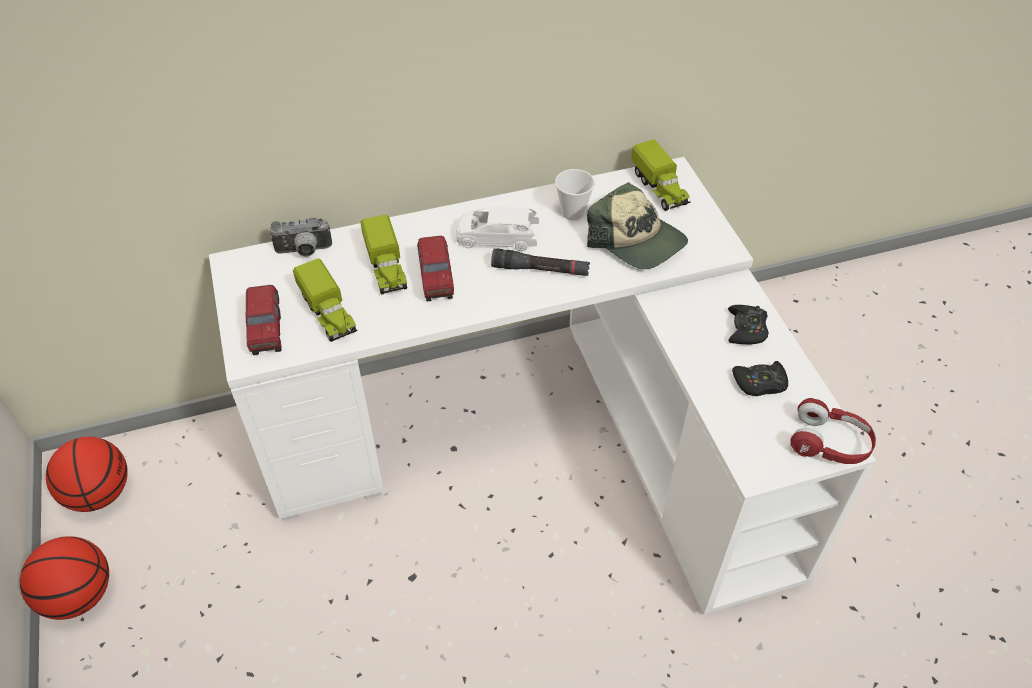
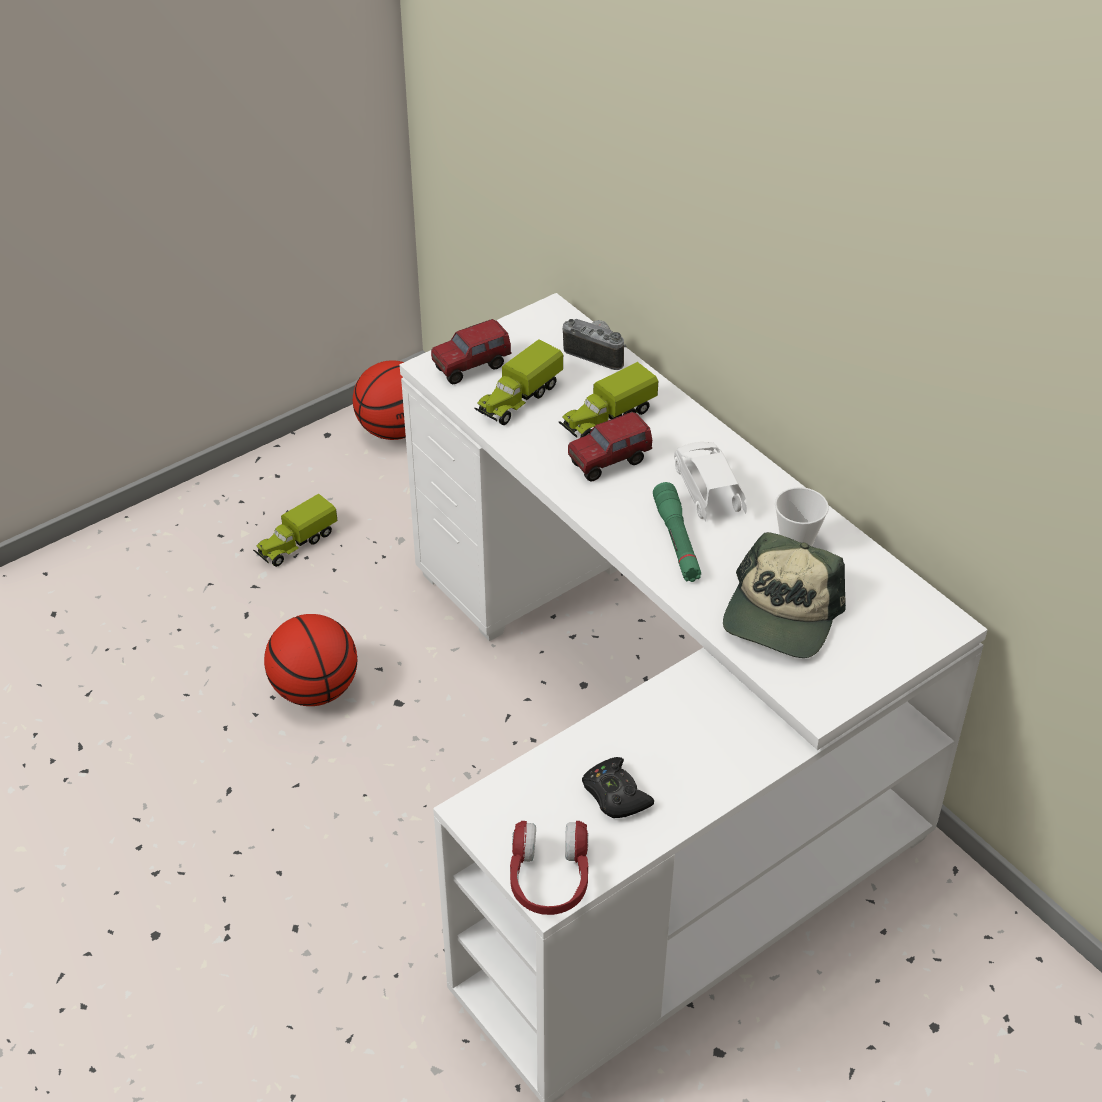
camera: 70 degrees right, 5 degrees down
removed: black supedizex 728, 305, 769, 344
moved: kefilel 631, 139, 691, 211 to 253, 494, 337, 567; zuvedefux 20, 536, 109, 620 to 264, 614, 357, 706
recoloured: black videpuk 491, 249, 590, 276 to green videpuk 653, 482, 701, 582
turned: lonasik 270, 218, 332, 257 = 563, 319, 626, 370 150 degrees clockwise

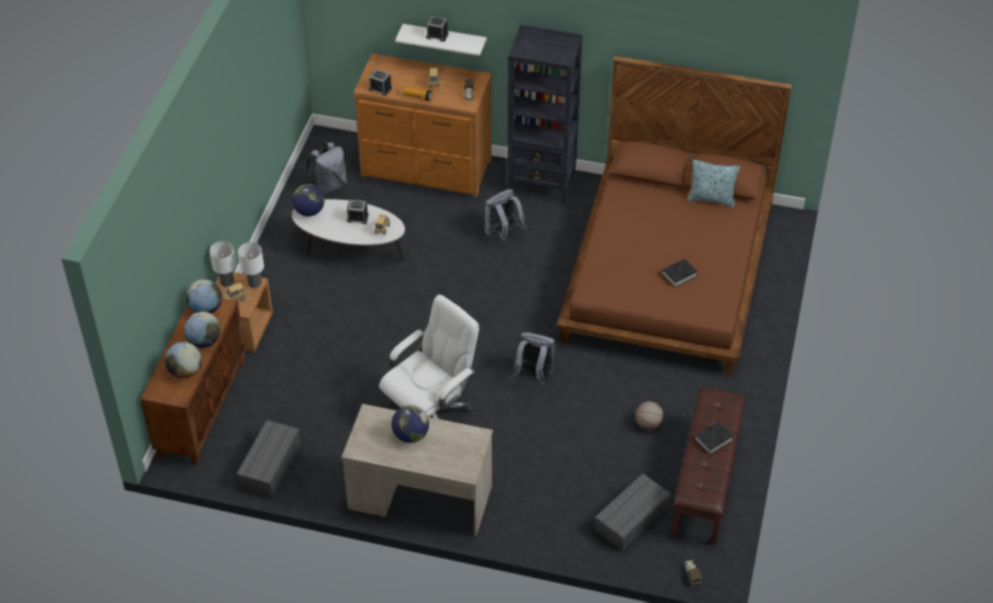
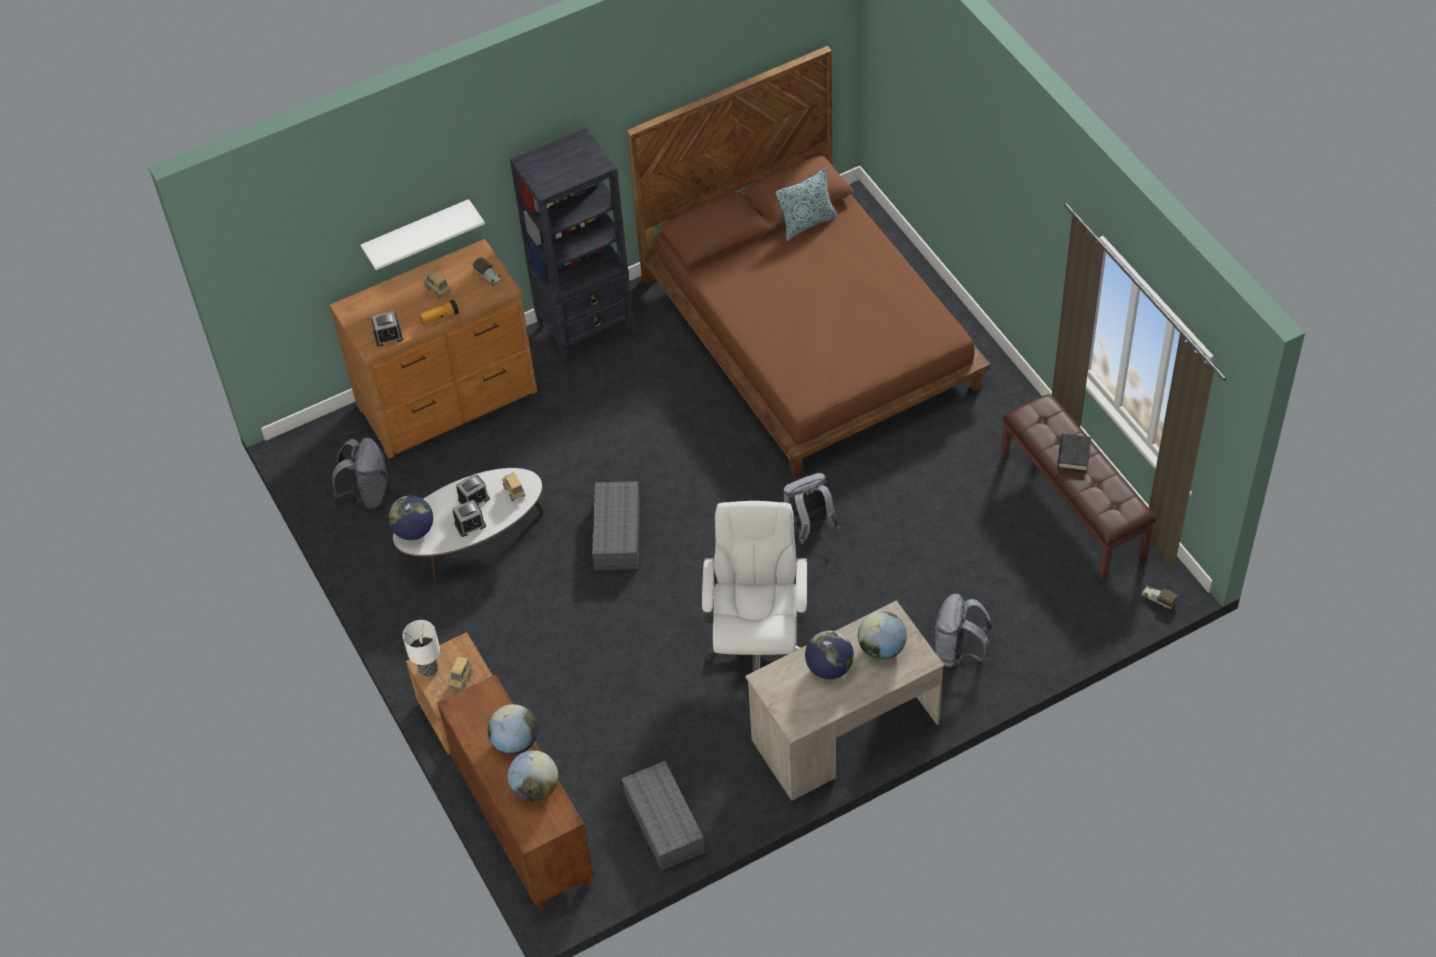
camera: 40 degrees left, 5 degrees up
removed: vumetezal 238, 242, 264, 288; zuvedefux 635, 401, 663, 430; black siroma 661, 259, 698, 287
moved: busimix 426, 16, 448, 42 to 453, 499, 486, 537; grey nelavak 595, 473, 671, 551 to 592, 481, 640, 570; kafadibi 186, 280, 222, 314 to 858, 611, 907, 660; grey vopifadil 485, 189, 527, 241 to 935, 593, 992, 668

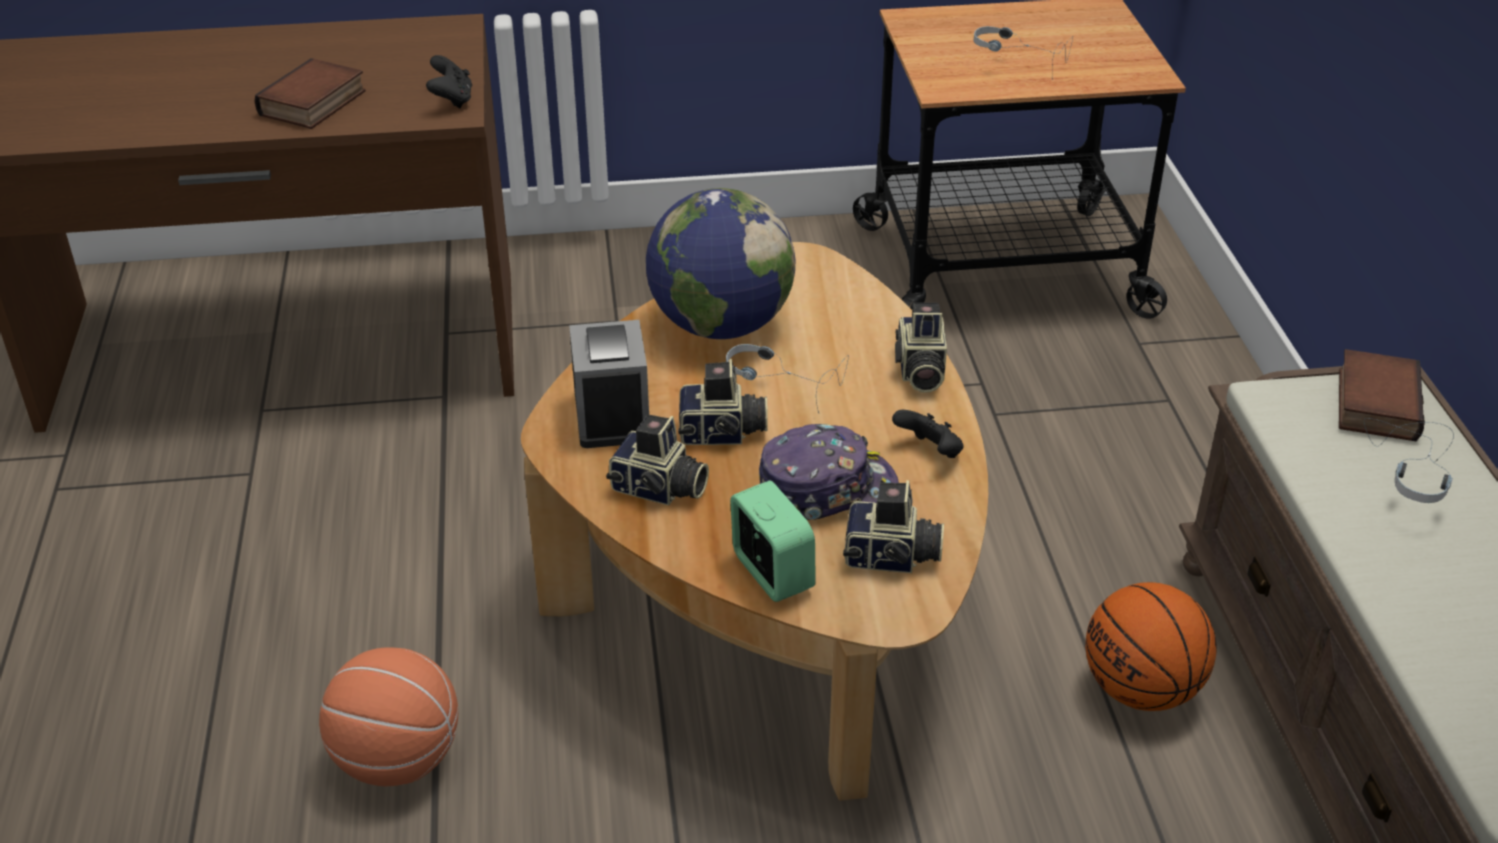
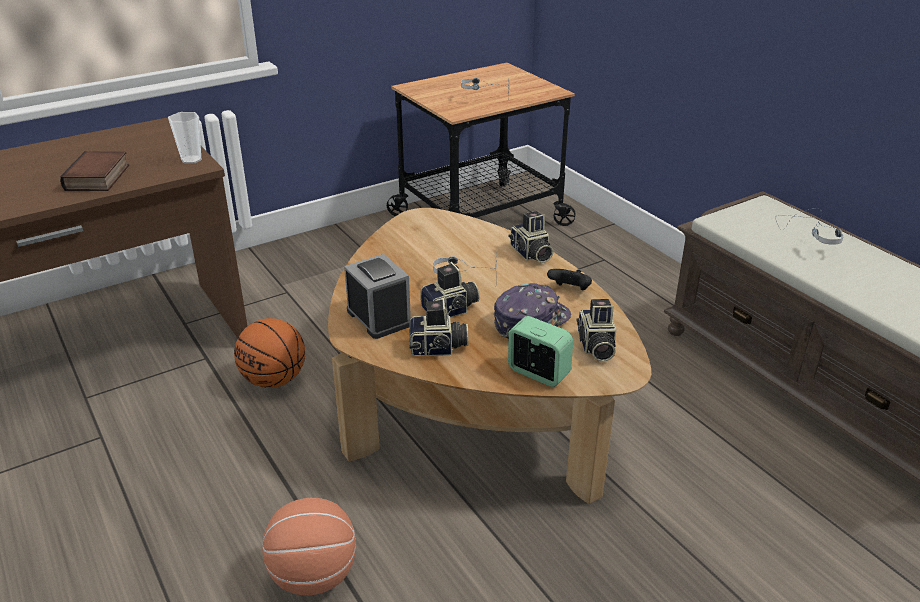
camera: 25 degrees left, 5 degrees down
removed: kafadibi 646, 188, 795, 339; siroma 1339, 349, 1425, 441
moved: zuvedefux 1085, 582, 1216, 711 to 234, 318, 305, 388
replaced: black supedizex 426, 55, 472, 108 to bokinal 168, 112, 201, 164
turned: lonasik 843, 480, 944, 573 = 577, 299, 616, 362 105 degrees clockwise

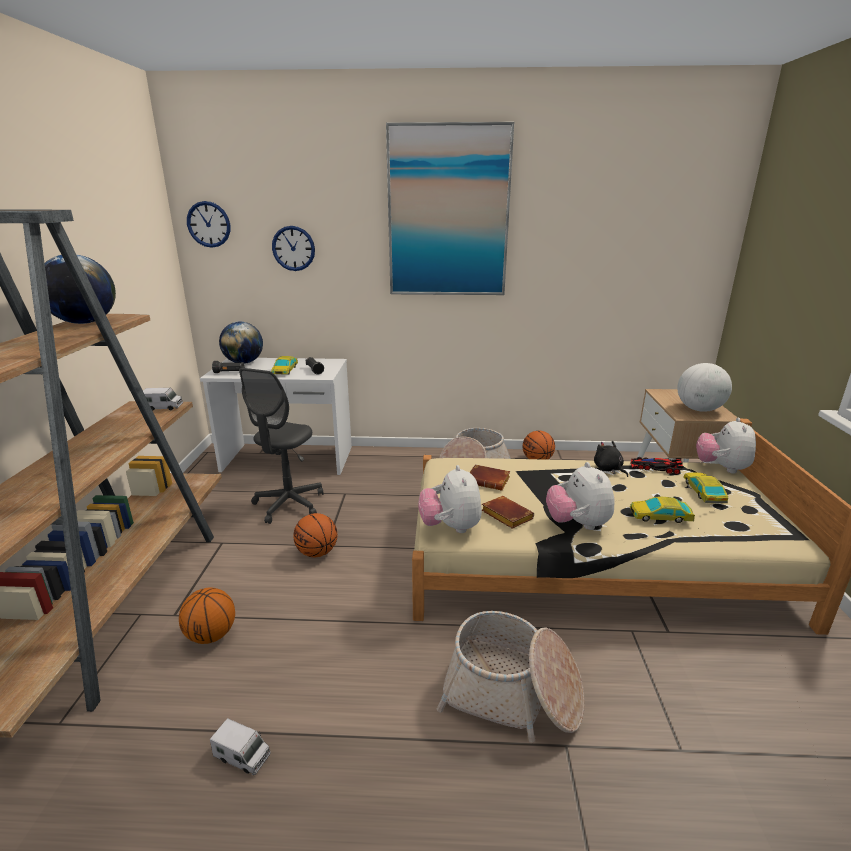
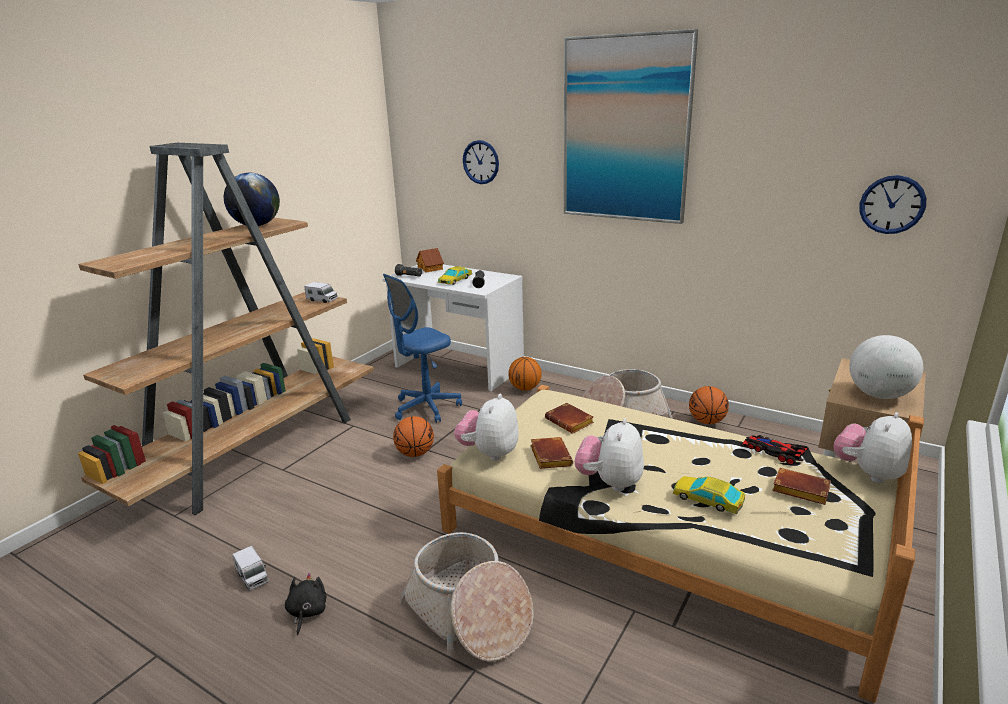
camera: 30 degrees right, 0 degrees up
moved: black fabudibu 594, 441, 628, 477 to 285, 573, 326, 635; zuvedefux 179, 587, 235, 644 to 508, 357, 542, 391; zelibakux 187, 201, 230, 248 to 859, 175, 926, 234
replaced: kafadibi 219, 322, 263, 364 to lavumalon 416, 248, 444, 273; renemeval 683, 472, 728, 503 to brown siroma 772, 468, 831, 505
recoloured: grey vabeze 239, 368, 323, 524 to blue vabeze 383, 274, 462, 423

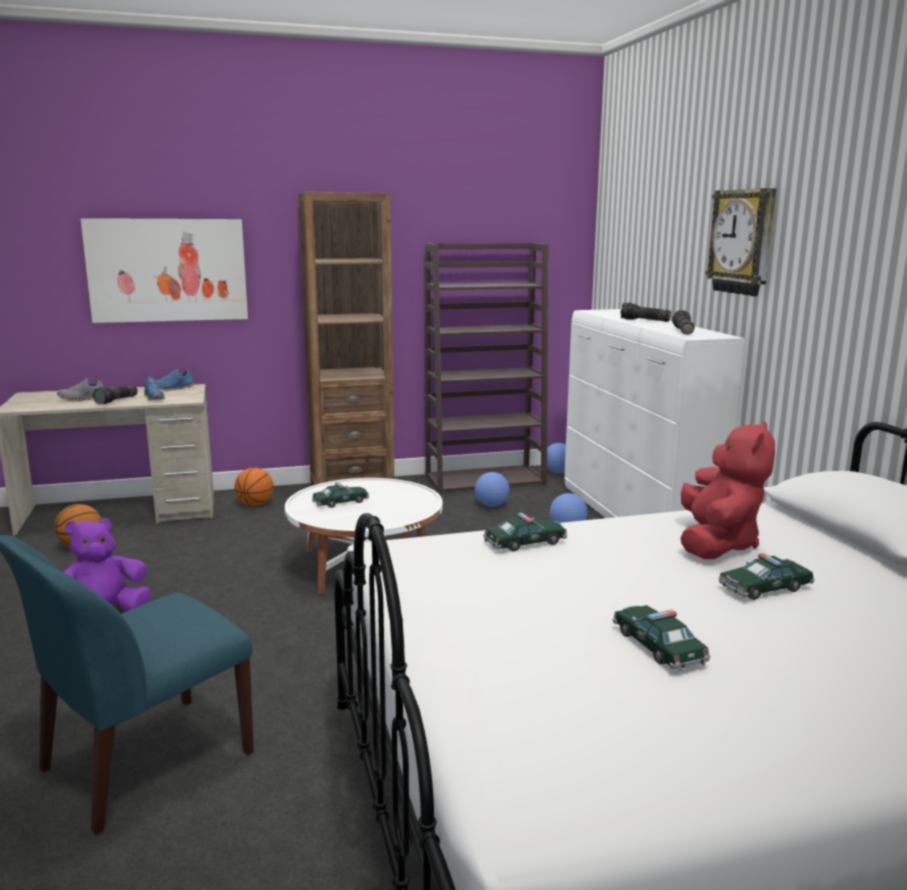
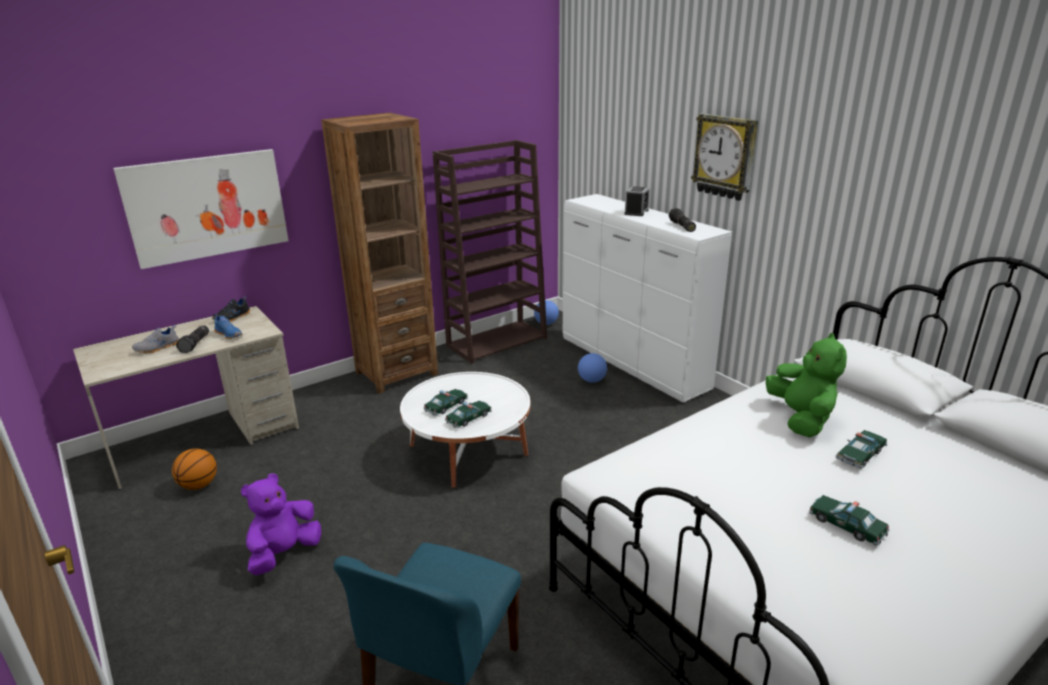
camera: 20 degrees left, 10 degrees up
removed: zuvedefux 234, 468, 274, 506; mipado 475, 472, 510, 507
moved: renemeval 483, 513, 567, 552 to 445, 400, 492, 428
replaced: videpuk 620, 303, 671, 322 to busimix 625, 186, 650, 216
recoloured: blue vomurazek 155, 369, 194, 391 to black vomurazek 212, 296, 250, 322; red fabudibu 680, 421, 775, 559 to green fabudibu 766, 333, 847, 438

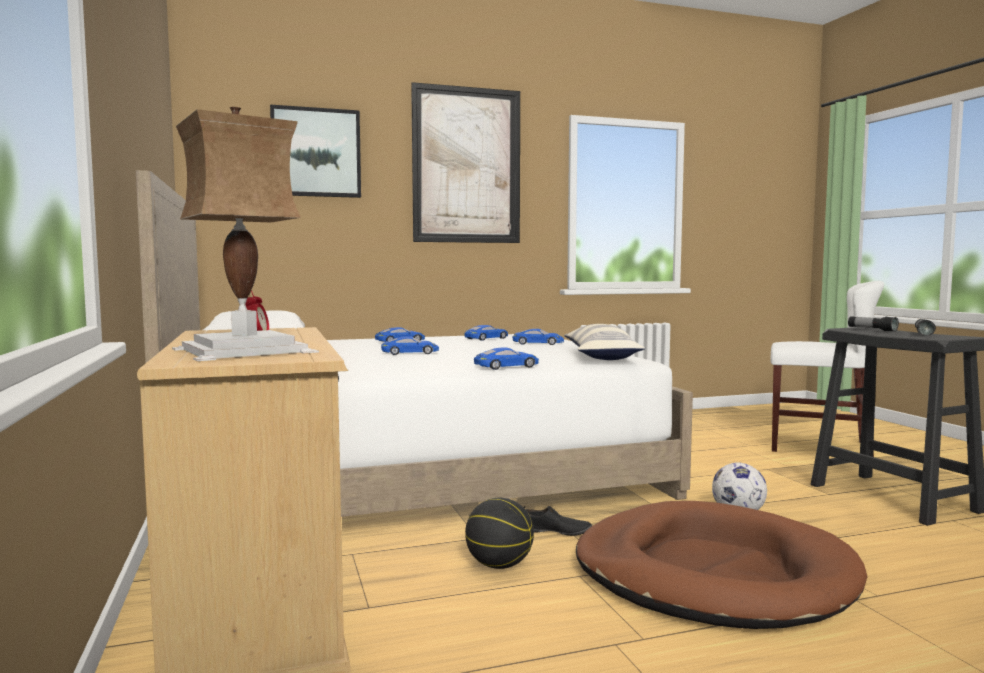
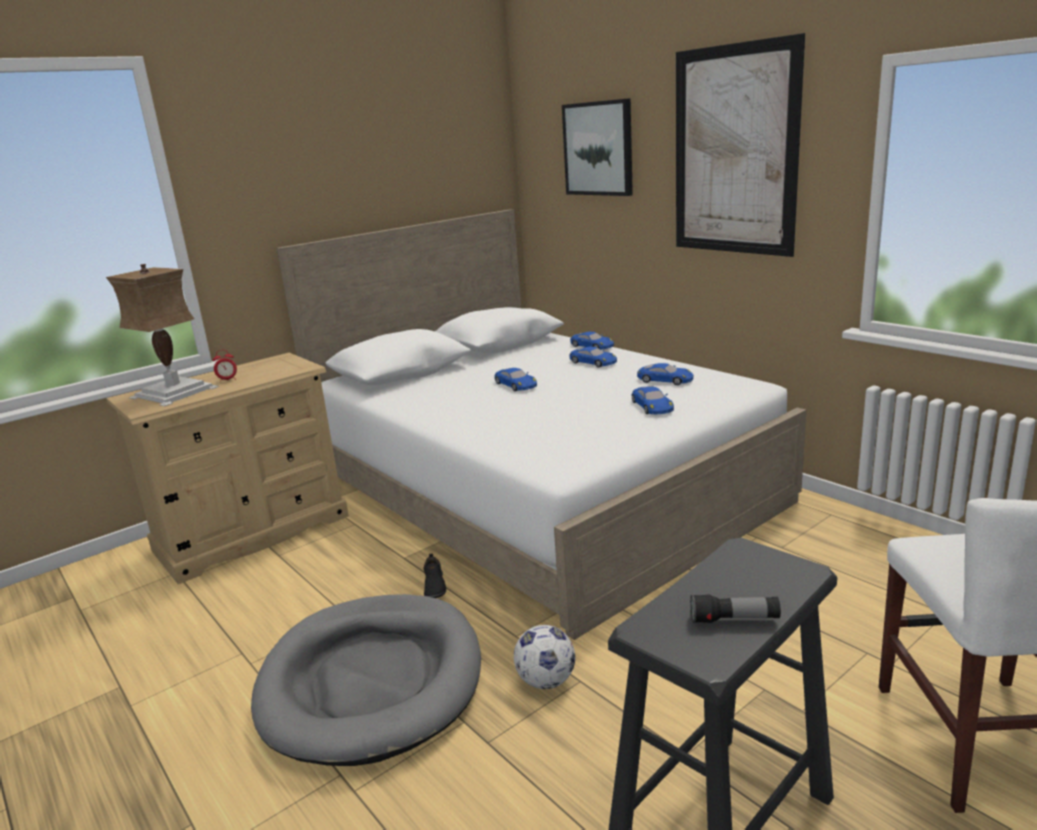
camera: 70 degrees right, 15 degrees up
removed: zuvedefux 465, 498, 534, 569; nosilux 564, 324, 645, 360; videpuk 848, 316, 899, 332
moved: blue renemeval 474, 347, 539, 370 to 570, 332, 614, 350
recoloured: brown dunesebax 576, 501, 868, 629 to grey dunesebax 251, 594, 481, 766

